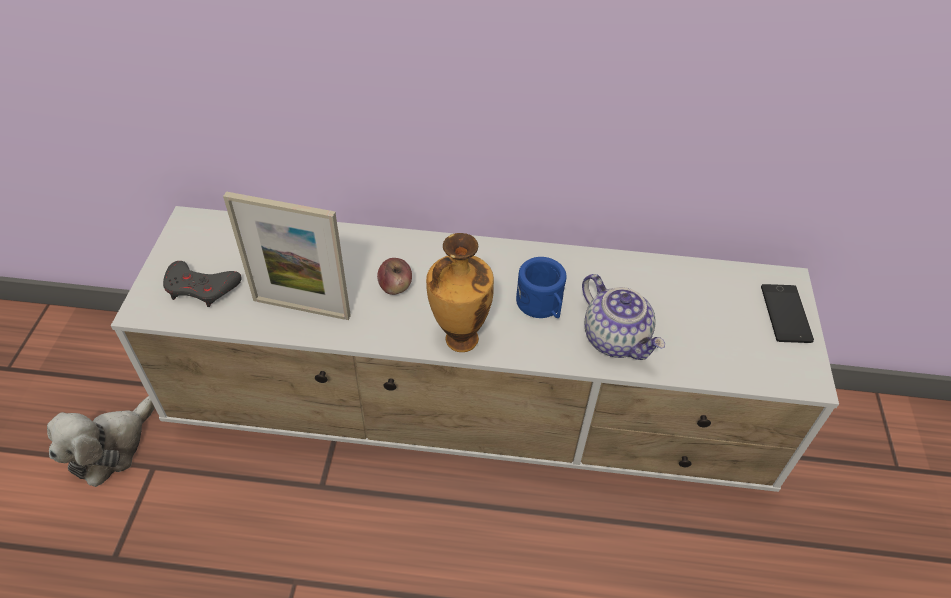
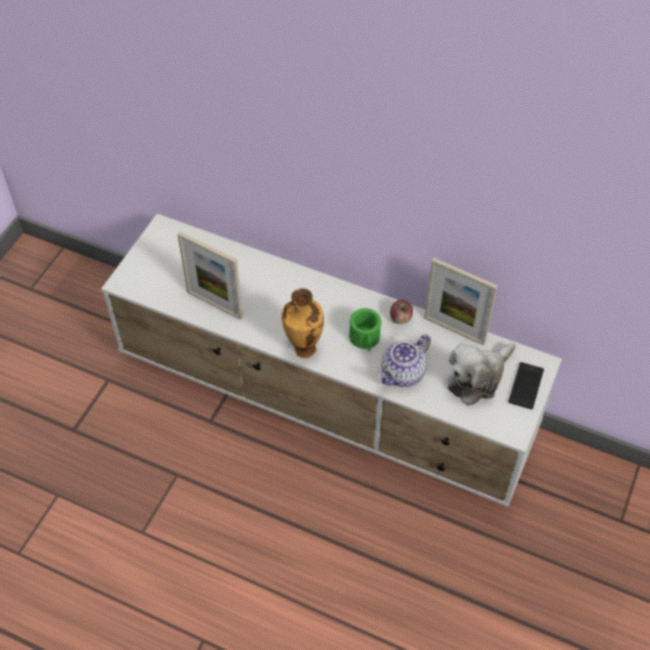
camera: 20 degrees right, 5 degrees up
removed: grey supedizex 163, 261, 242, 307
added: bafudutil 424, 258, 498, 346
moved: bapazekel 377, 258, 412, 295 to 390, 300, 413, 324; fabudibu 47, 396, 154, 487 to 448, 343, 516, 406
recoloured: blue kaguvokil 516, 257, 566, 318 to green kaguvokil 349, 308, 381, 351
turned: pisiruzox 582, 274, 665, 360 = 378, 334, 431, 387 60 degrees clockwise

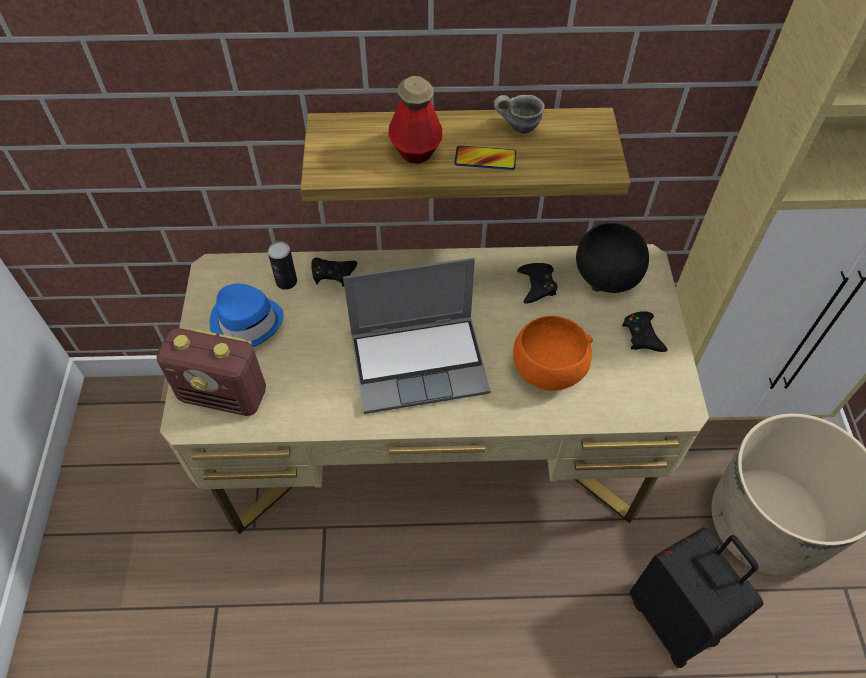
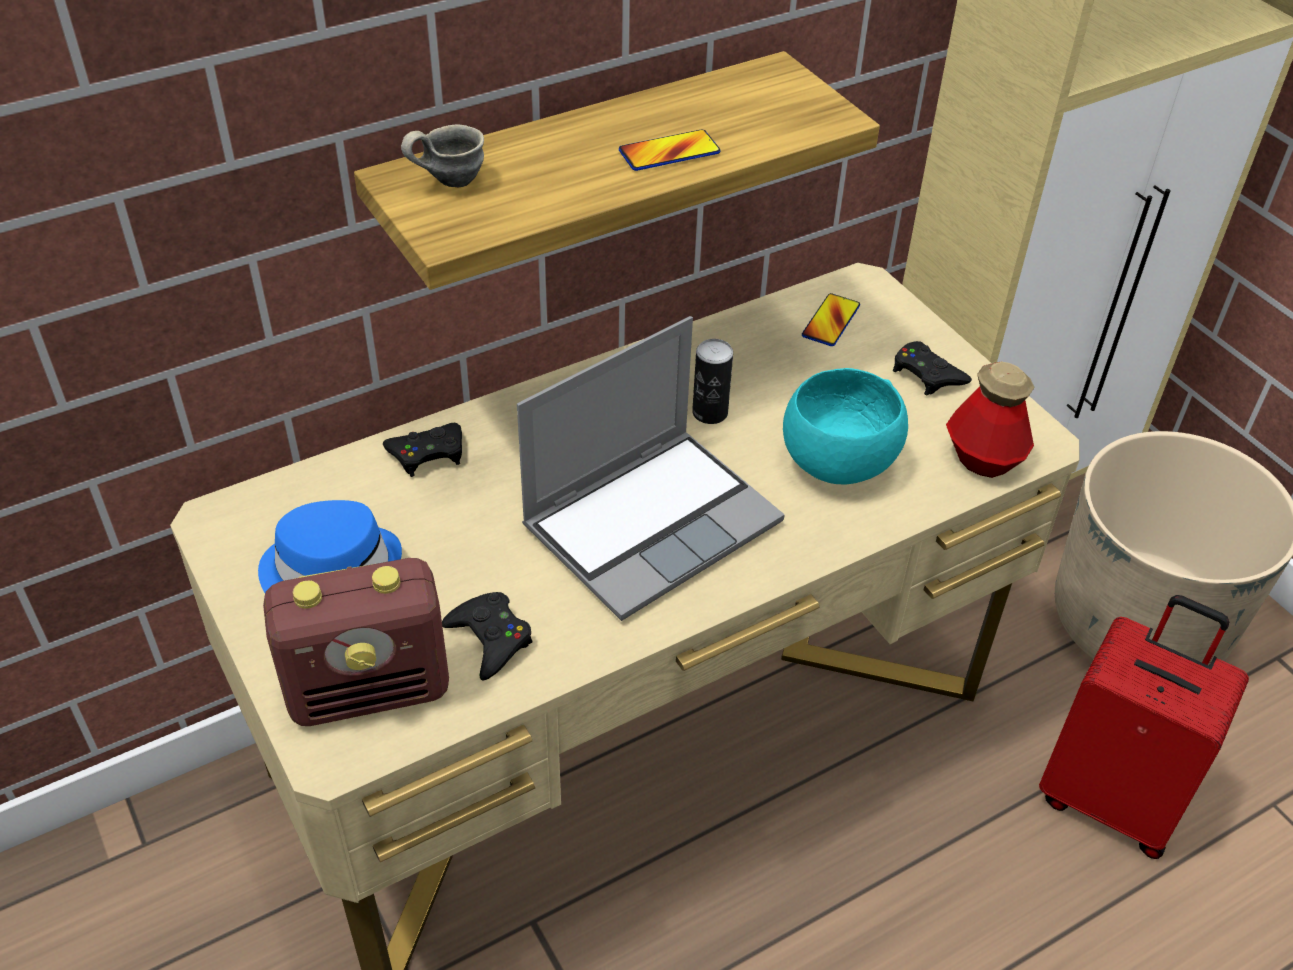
camera: 30 degrees left, 10 degrees down
moved: grey kaguvokil 494, 95, 545, 134 to 401, 125, 484, 187; black supedizex 517, 263, 558, 304 to 442, 592, 532, 681; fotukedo 268, 241, 297, 290 to 692, 339, 733, 424; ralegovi 388, 76, 442, 164 to 946, 362, 1035, 478
replaced: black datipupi 576, 223, 649, 293 to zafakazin 802, 293, 860, 346
recoloured: orange datipupi 513, 316, 593, 391 to turquoise datipupi 783, 368, 908, 485; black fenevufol 630, 527, 763, 668 to red fenevufol 1039, 595, 1249, 859

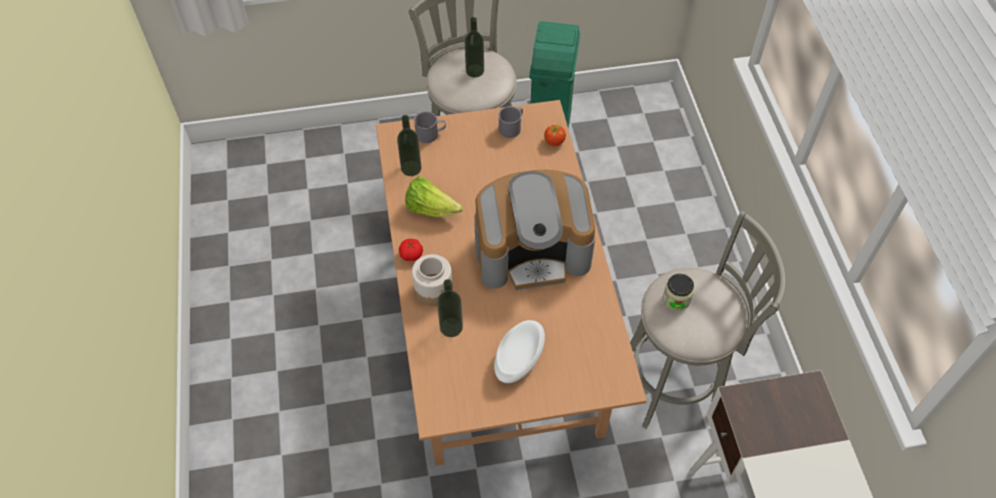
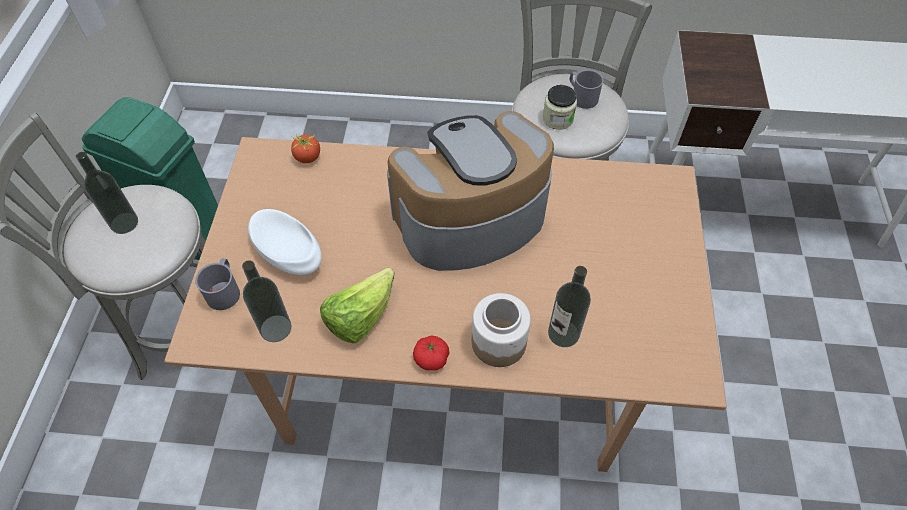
camera: 75 degrees left, 0 degrees up
moved: white datipupi 494, 320, 545, 383 to 248, 209, 322, 275; grey kaguvokil 498, 106, 523, 138 to 570, 69, 604, 109
turned: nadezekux 474, 170, 595, 290 = 387, 111, 554, 271 120 degrees counterclockwise

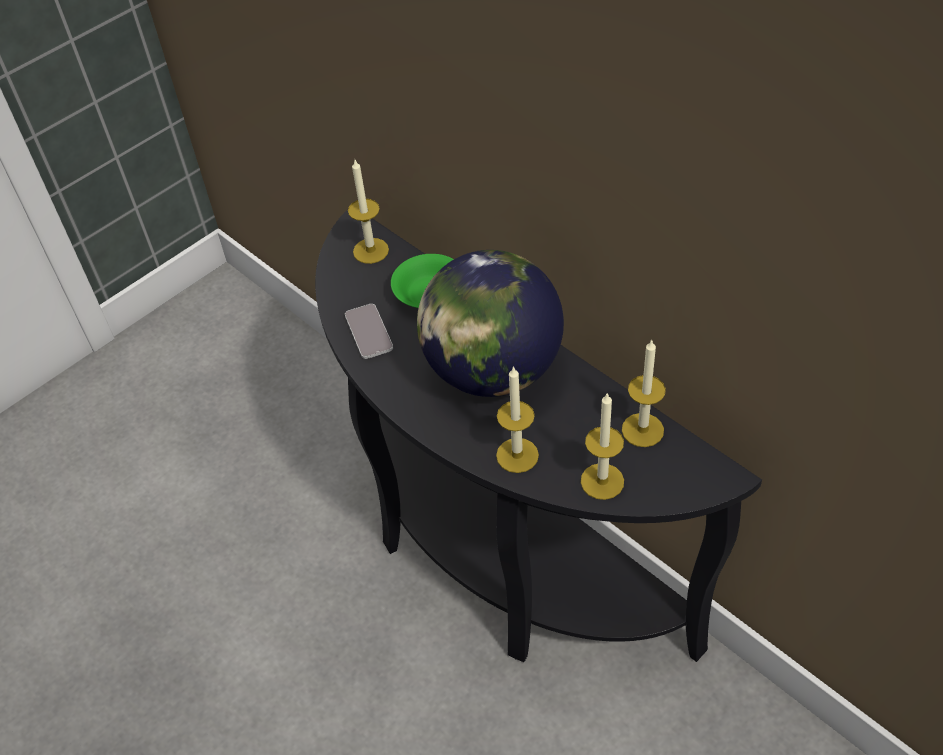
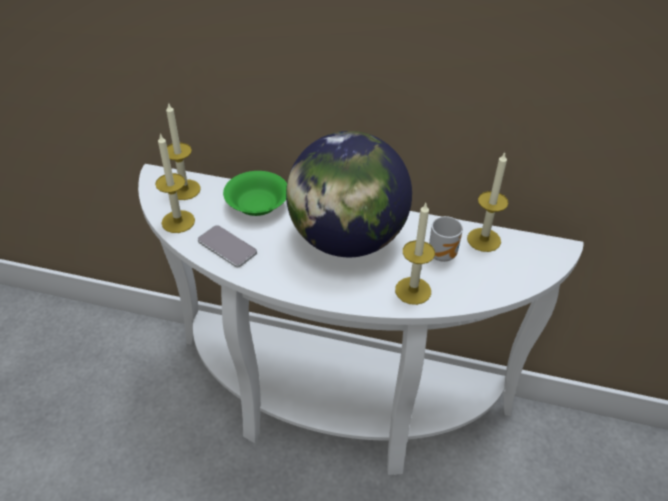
camera: 35 degrees left, 5 degrees down
added: kaguvokil 429, 216, 463, 262
moved: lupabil 581, 393, 624, 500 to 155, 133, 195, 233
recoloured: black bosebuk 315, 210, 762, 662 to white bosebuk 138, 164, 583, 475

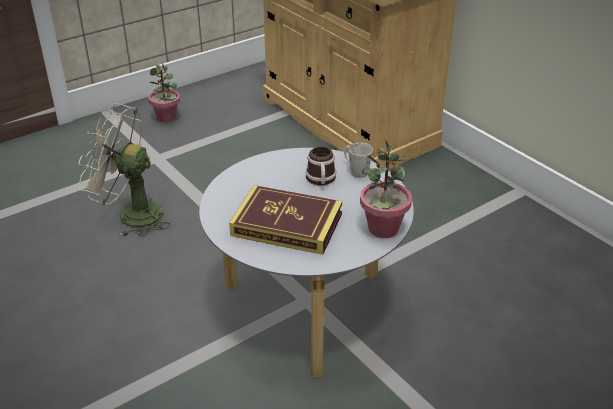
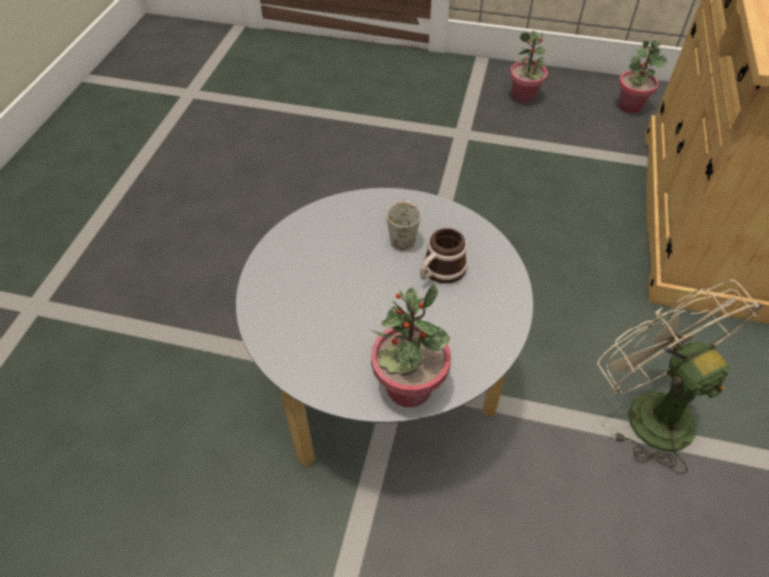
camera: 50 degrees right, 15 degrees up
removed: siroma 229, 185, 342, 255
added: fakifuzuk 619, 40, 668, 113
moved: white kaguvokil 344, 142, 373, 178 to 386, 201, 421, 251; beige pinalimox 78, 103, 170, 237 to 598, 280, 763, 474

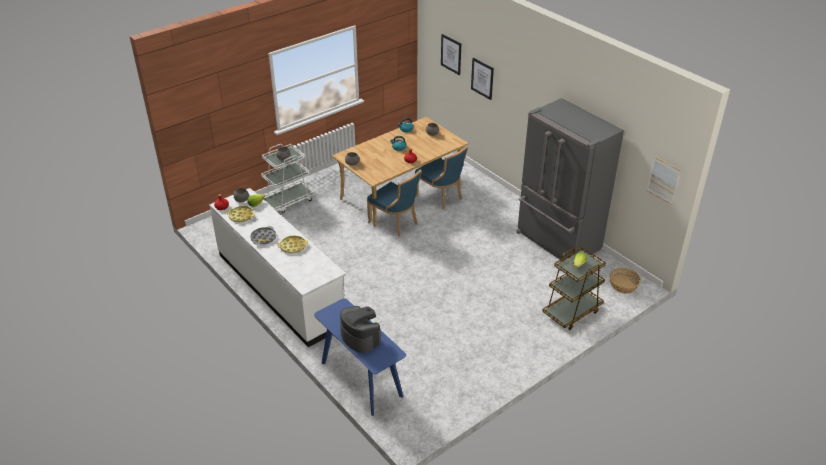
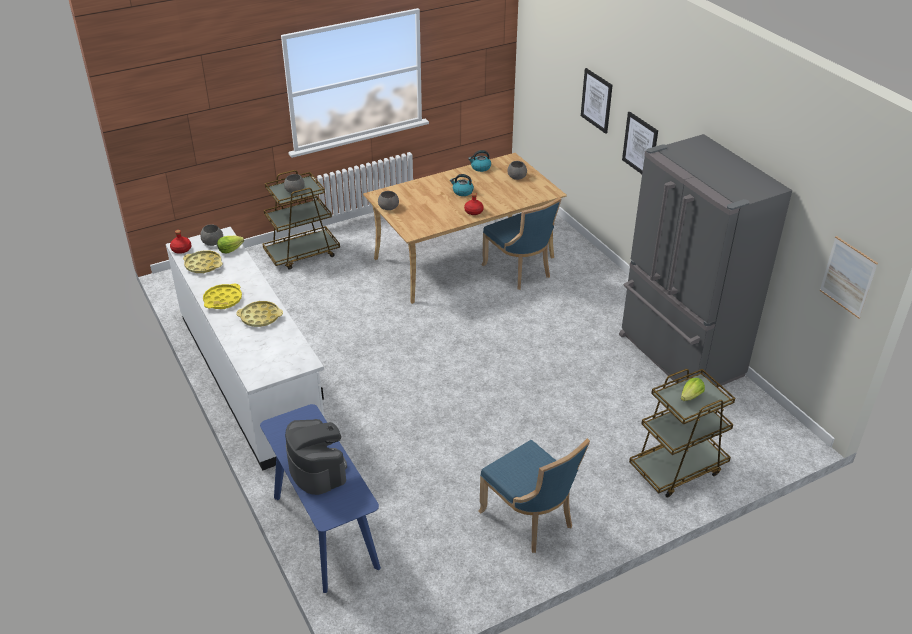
camera: 10 degrees right, 0 degrees up
removed: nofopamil 610, 268, 641, 294
moved: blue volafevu 367, 169, 422, 237 to 479, 438, 590, 553; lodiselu 441, 34, 461, 75 to 622, 112, 658, 174
recoloured: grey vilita 250, 226, 277, 245 to yellow vilita 203, 284, 242, 309; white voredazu 261, 144, 315, 213 to brown voredazu 262, 170, 340, 270

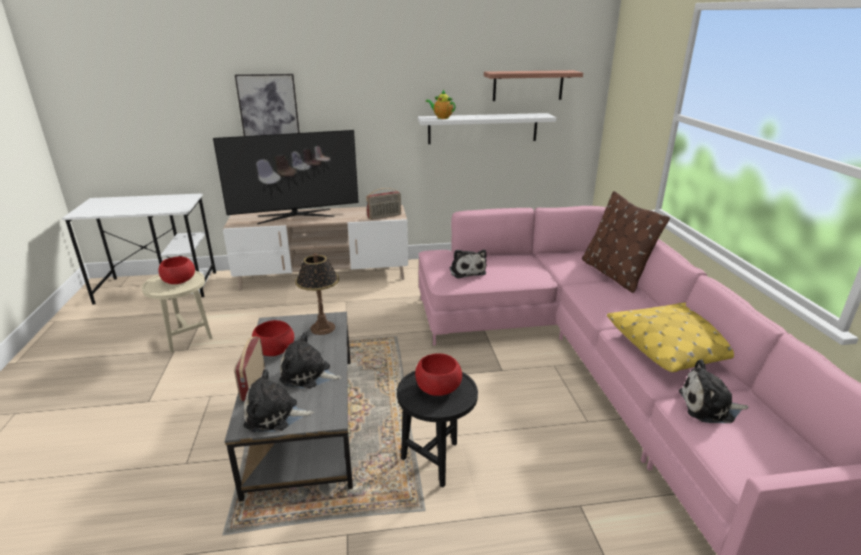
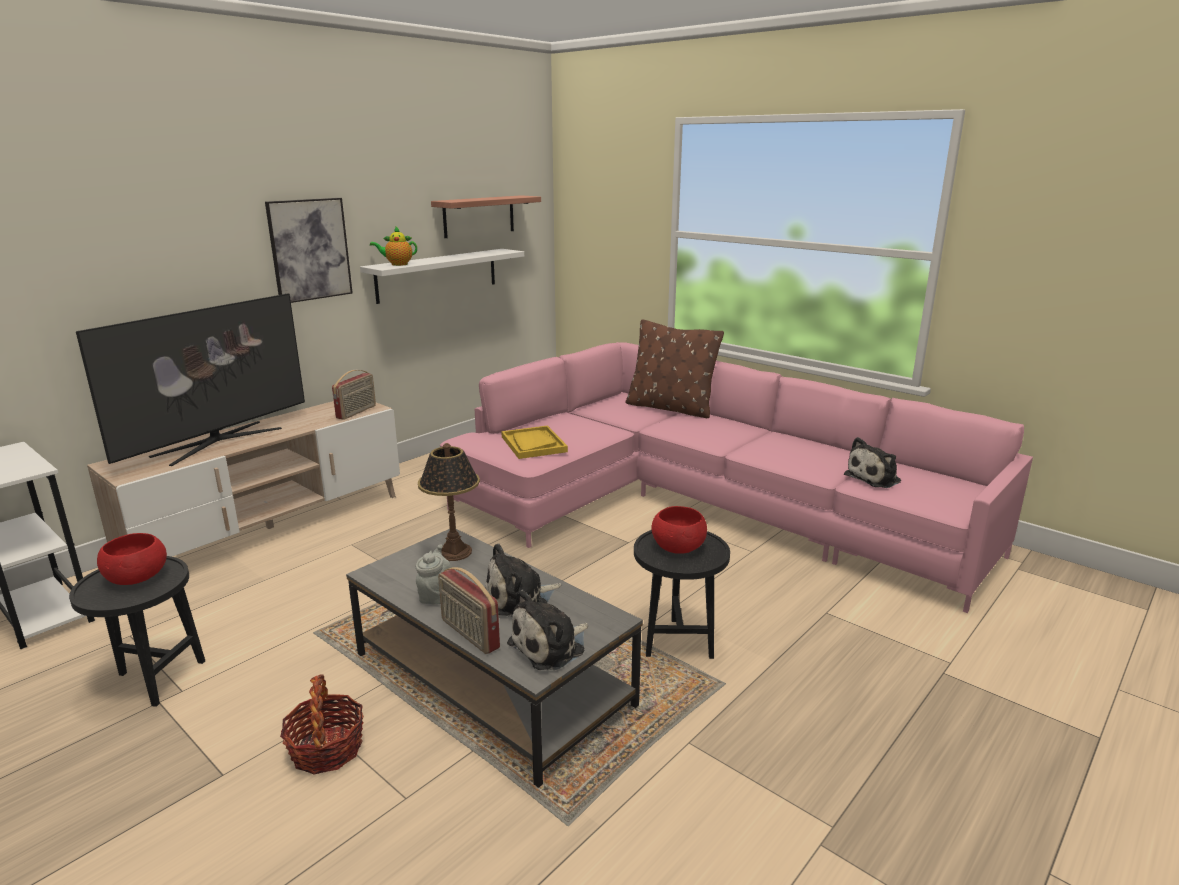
camera: 40 degrees left, 5 degrees down
removed: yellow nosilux 607, 302, 734, 372
added: nofopamil 280, 674, 364, 775
moved: lodiselu 235, 74, 300, 136 to 265, 198, 353, 303
replaced: red datipupi 252, 320, 294, 356 to grey pisiruzox 416, 544, 452, 605; fabudibu 449, 250, 487, 279 to yellow vilita 501, 425, 568, 459
recoloured: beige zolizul 142, 271, 213, 352 to black zolizul 69, 556, 205, 707

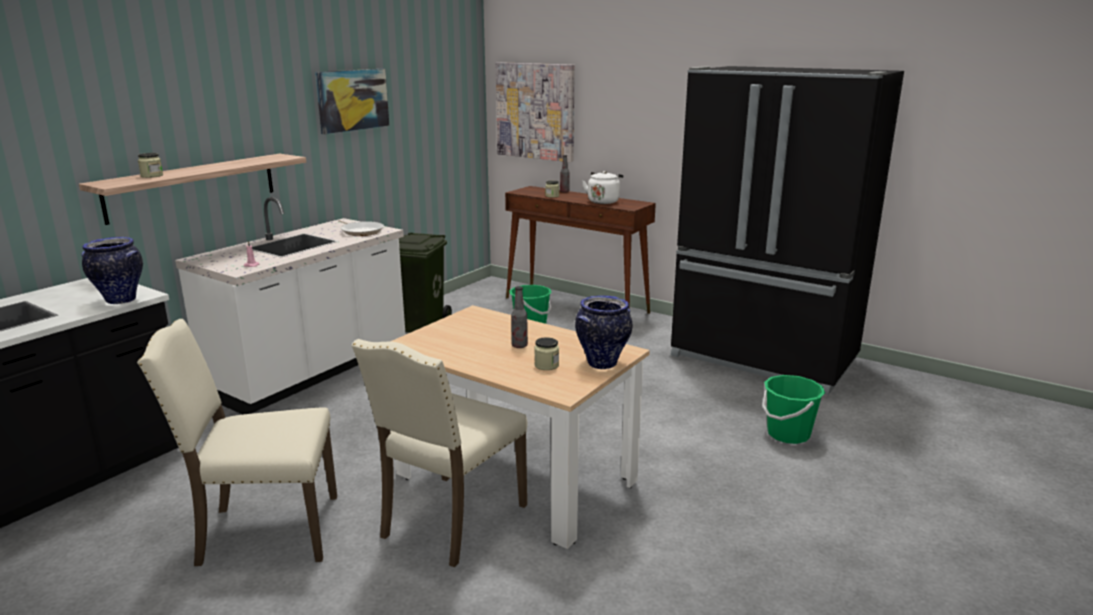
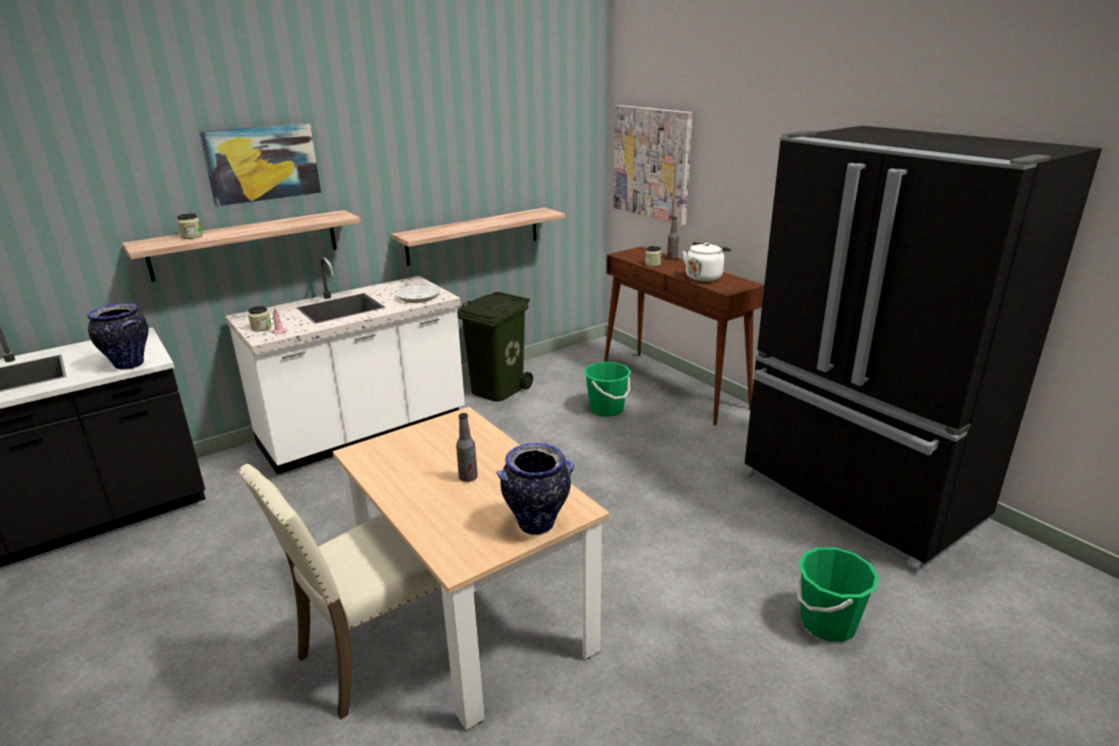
camera: 20 degrees right, 5 degrees up
removed: beige volafevu 137, 319, 337, 566
added: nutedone 391, 207, 565, 266
moved: lodiselu 315, 69, 389, 134 to 199, 123, 321, 207; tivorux 534, 337, 559, 370 to 248, 306, 272, 332

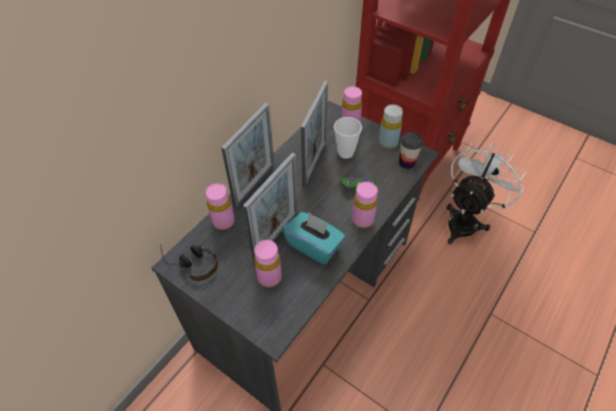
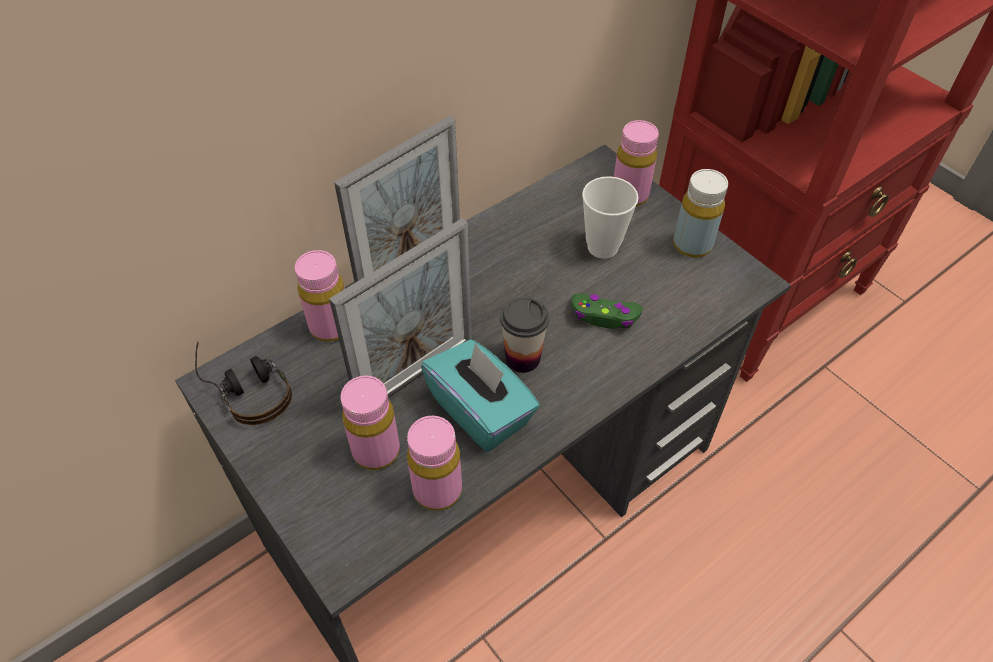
camera: 15 degrees right, 0 degrees up
removed: bafudutil 301, 81, 328, 187; white pinalimox 446, 143, 526, 245
moved: pink ralegovi 352, 182, 378, 228 to 407, 416, 462, 511; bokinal 399, 132, 423, 169 to 500, 296, 549, 373

